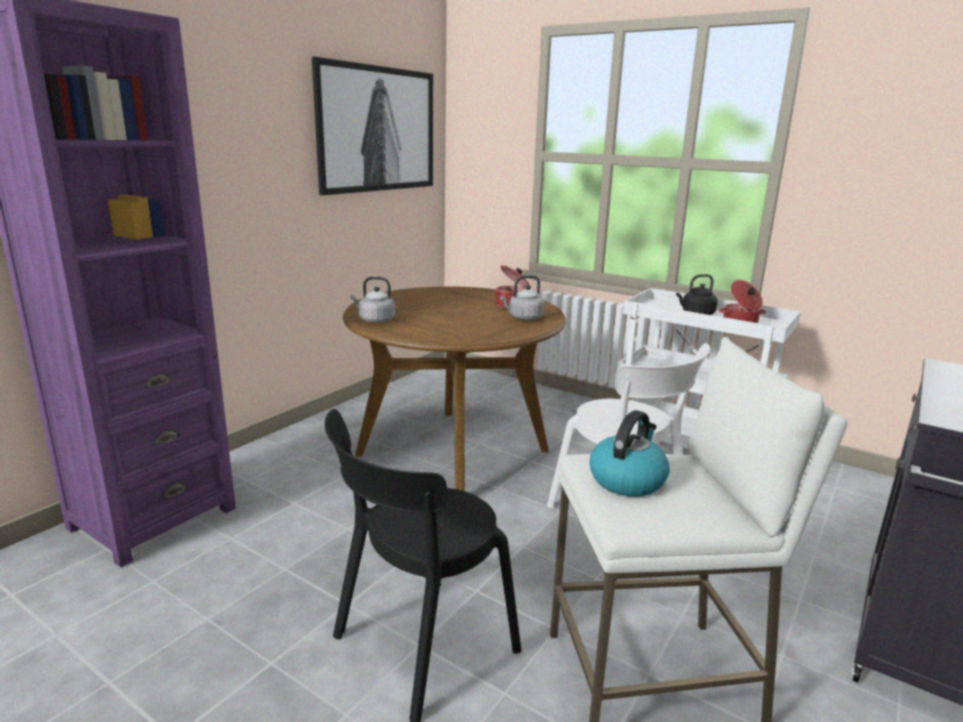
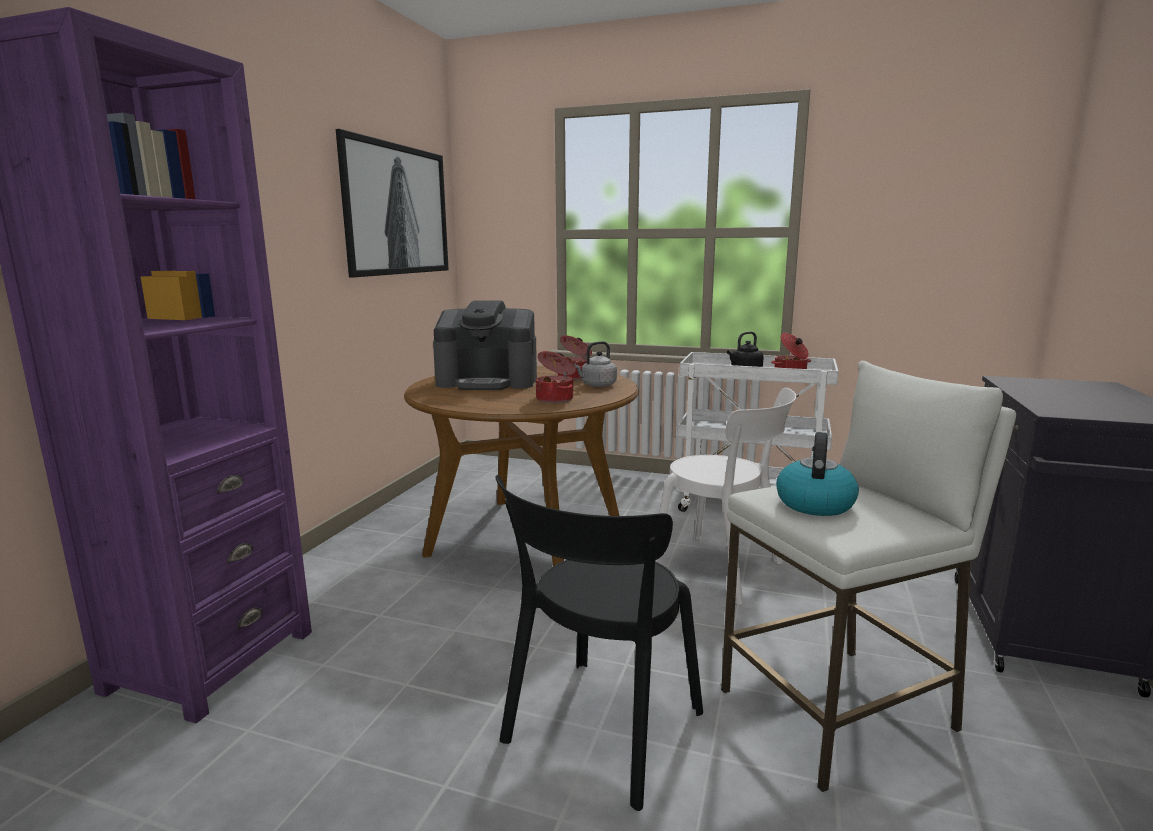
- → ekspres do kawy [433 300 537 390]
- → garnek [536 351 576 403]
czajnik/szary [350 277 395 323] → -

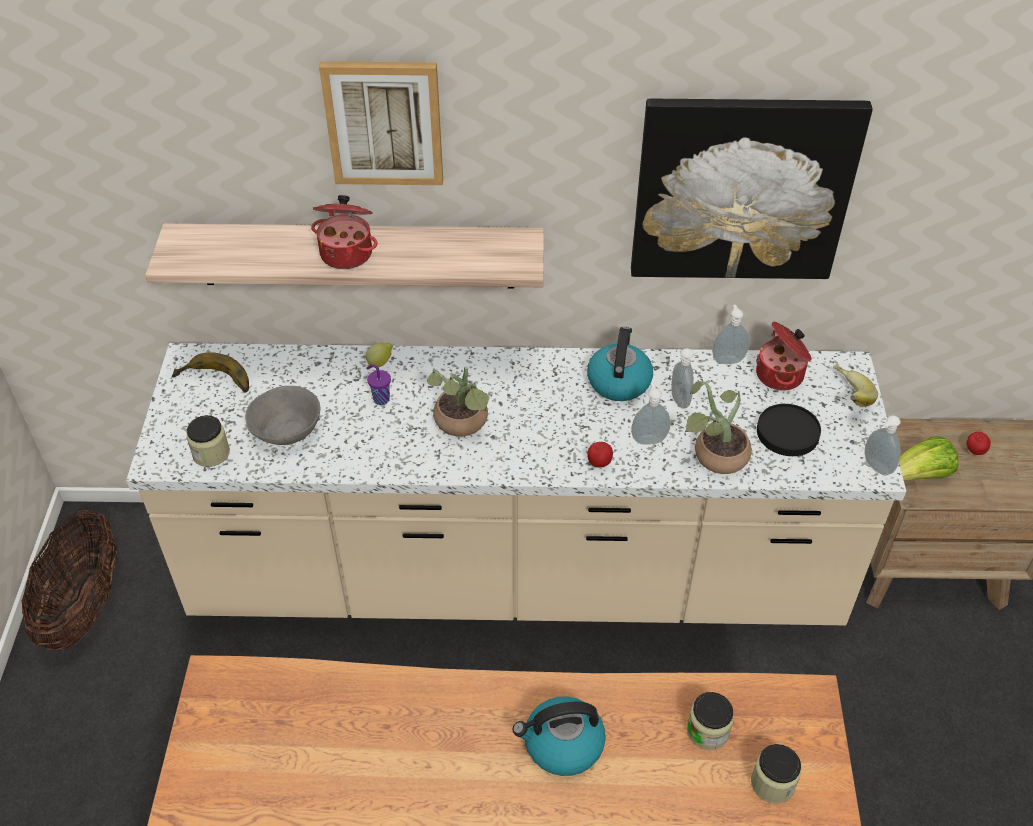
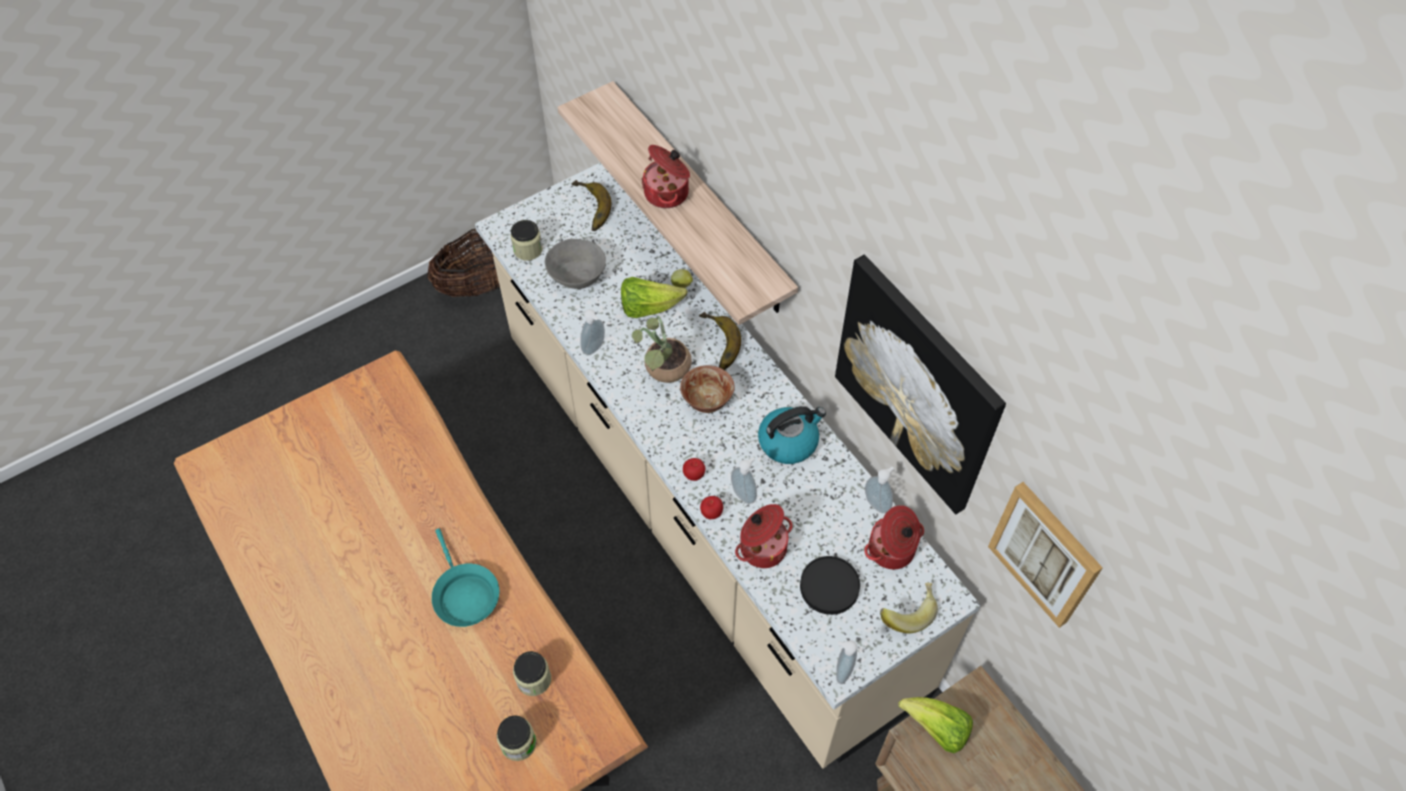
czajnik [513 697 606 776] → patelnia/turkusowy [432 529 499 627]
dozownik mydła [671 349 699 409] → dozownik mydła [580 309 605 355], shifted
filiżanka/fioletowy [366 365 391 405] → sałata [621 277 688 318]
- → miska [680 365 734 413]
- → banan [699 312 741 370]
jabłko [967 432 991 455] → jabłko [700 496 723 519], shifted
roślina doniczkowa [685 381 752 474] → garnek [735 504 792 568]
obraz [319 61 443 185] → obraz [988 482 1103 628], shifted

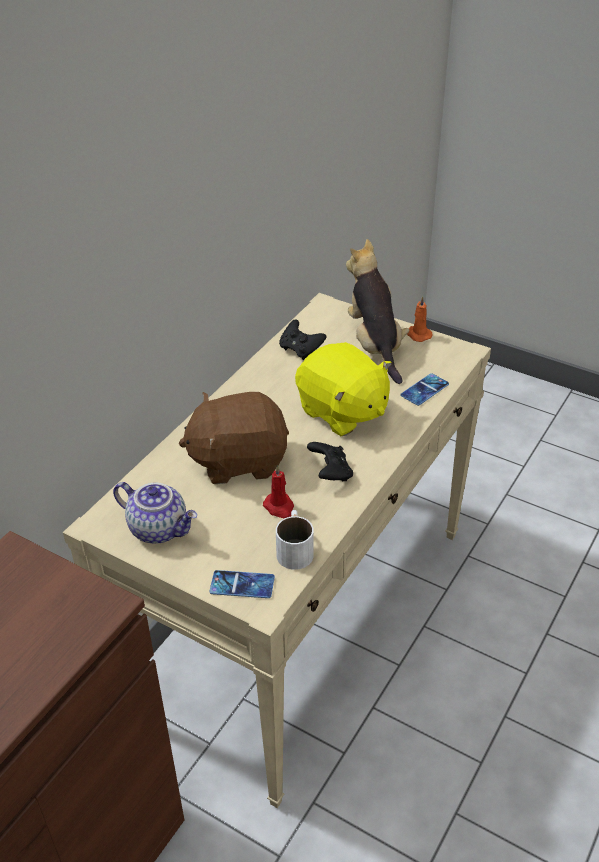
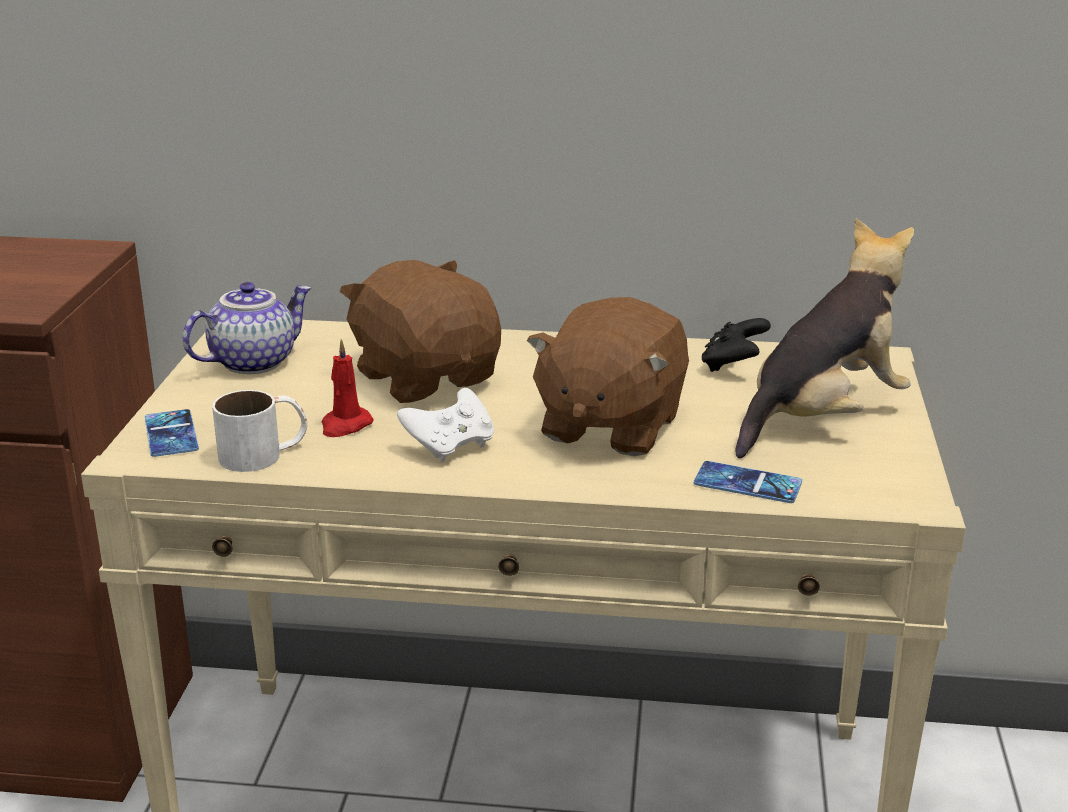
imbryk [113 482 197 544] → imbryk [183 282 312 374], 135 degrees counterclockwise
pad do gier/czarny [307 442 353 481] → pad do gier/biały [397 388 494 462]
pluszak/żółty [295 342 392 436] → pluszak/brązowy [527 297 689 456]
świeca/pomarańczowy [407 296 432 342] → -

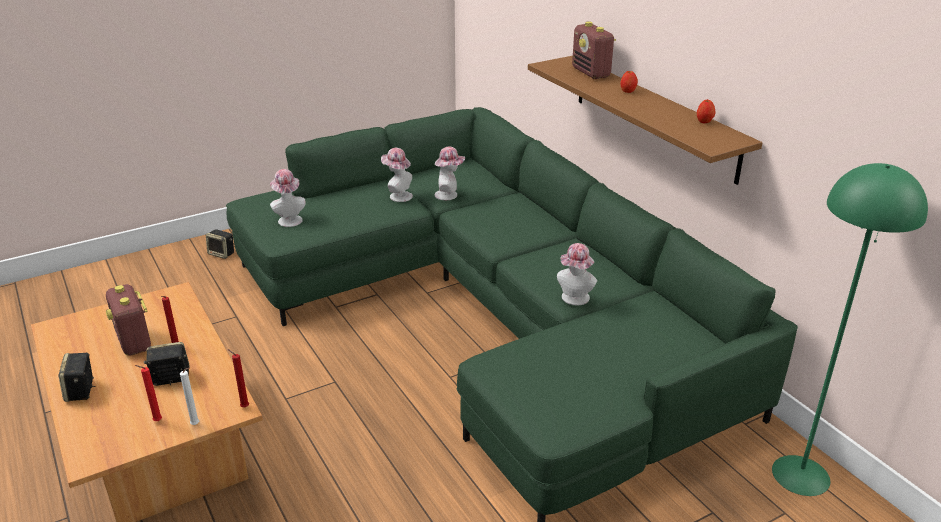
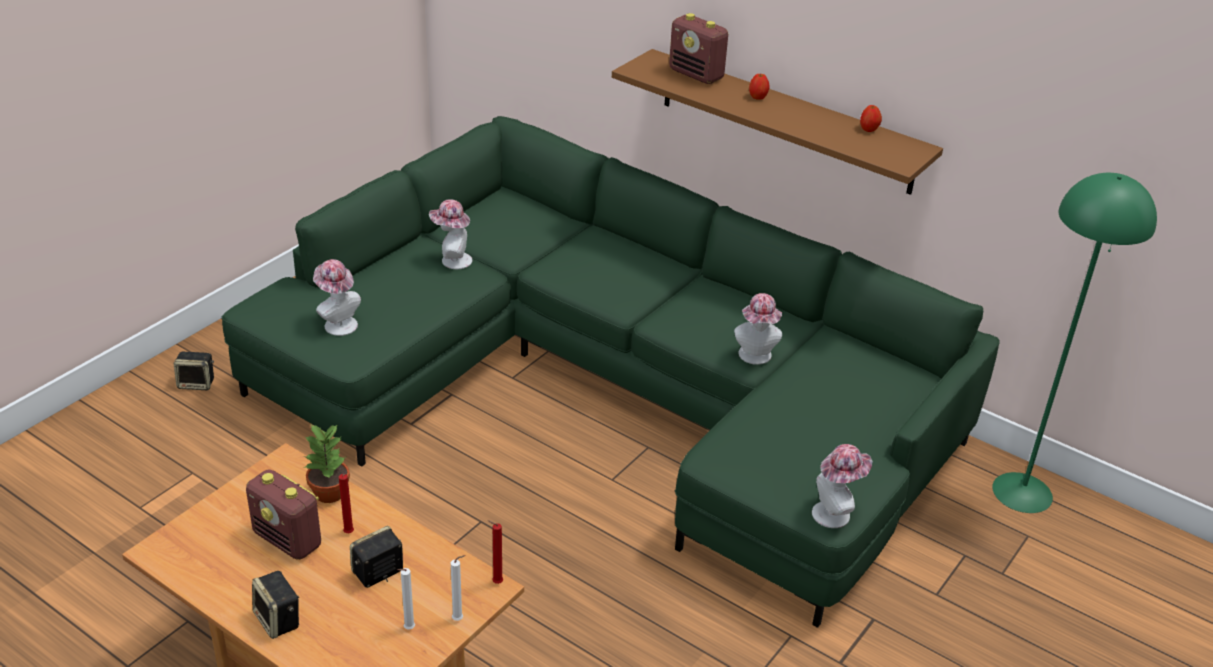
- → roślina doniczkowa [304 424 350 503]
świeca/czerwony [135 365 162 421] → świeca/biały [397 568 415 630]
kapelusz [435 147 465 200] → kapelusz [812 444 873 528], shifted

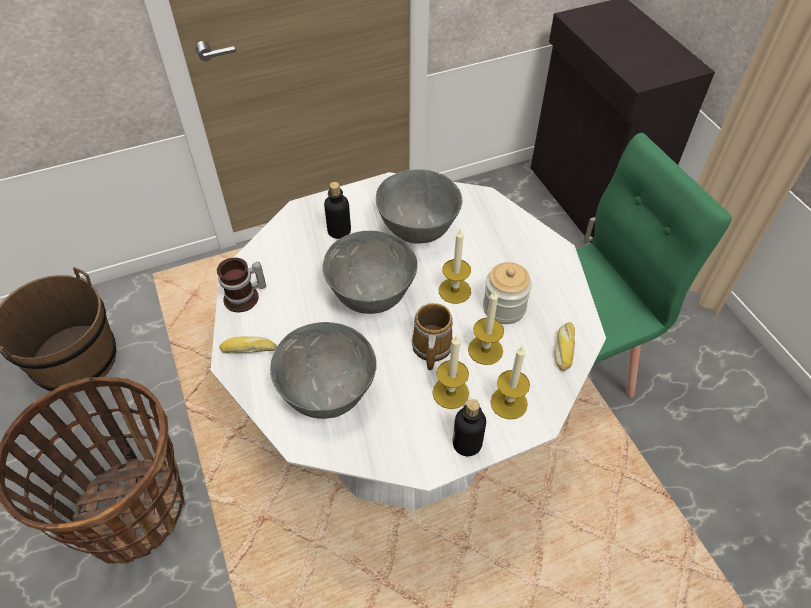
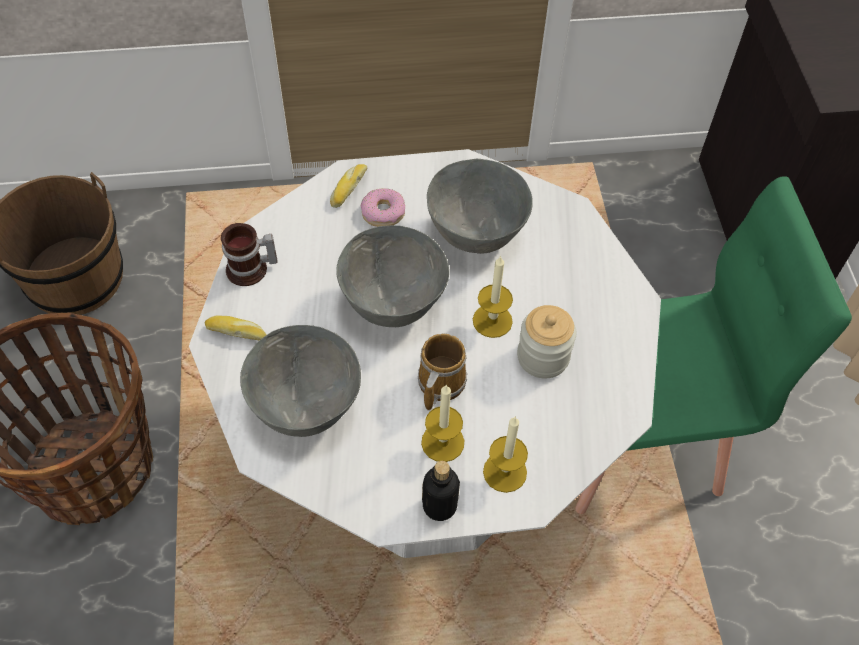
chleb [554 322 575 371] → chleb [330 164 367 208], shifted
butelka [324 182 351 239] → donut [361 188 405 227]
świeca [468 291 504 365] → -

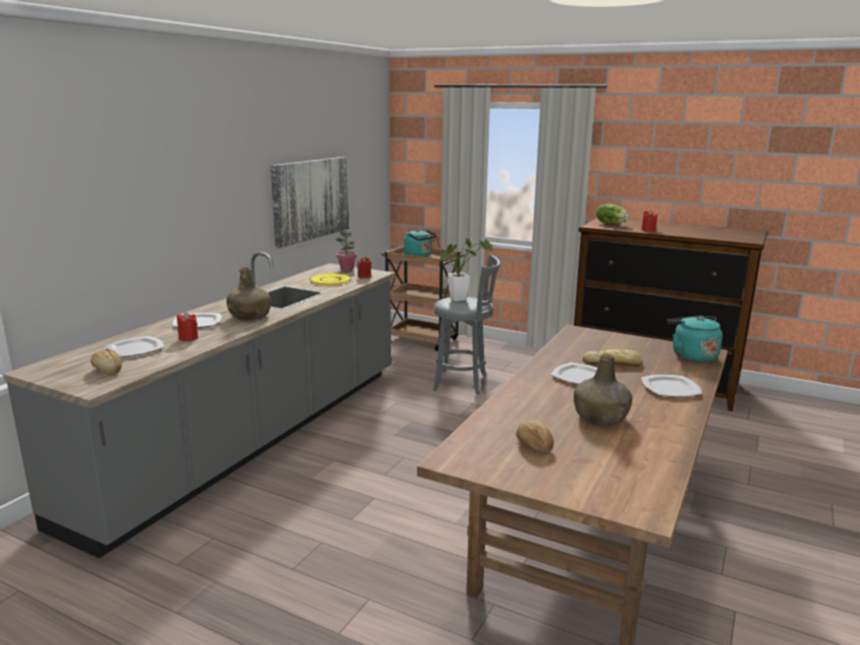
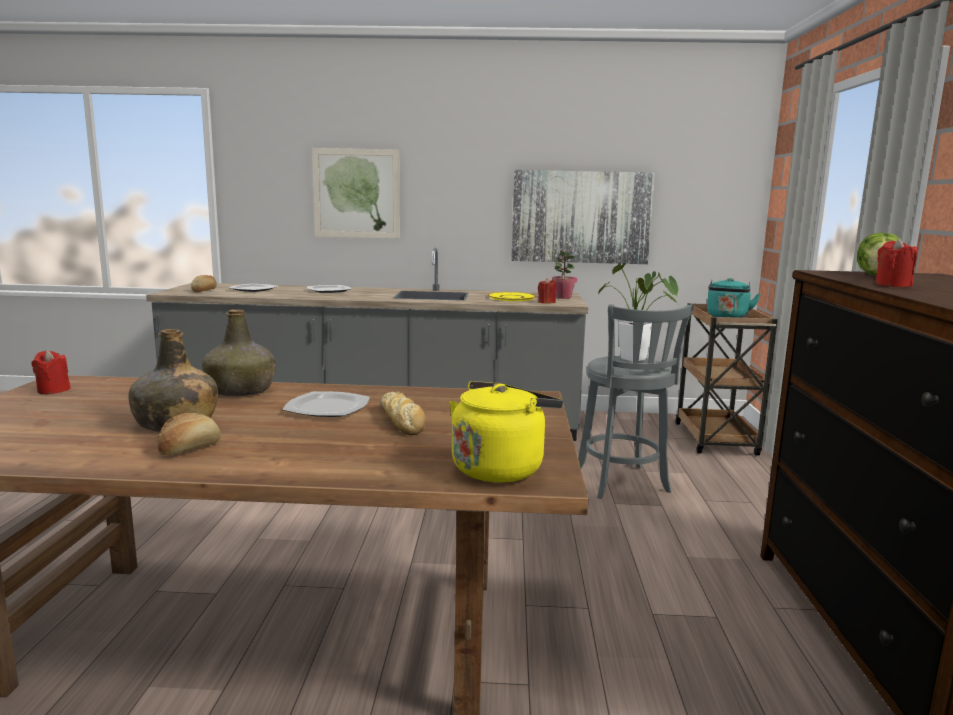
świeca/czerwony [177 312 198 341] → świeca/czerwony [31 350 71 394], shifted
chleb [516 421 554 452] → chleb [158 413 221 456], shifted
butelka/zielony [226 267 271 320] → butelka/zielony [202 309 276 396], shifted
- → obraz [312 148 400 239]
czajnik/turkusowy [667 316 723 363] → czajnik/żółty [450 381 563 483]
talerz [641 375 703 397] → -

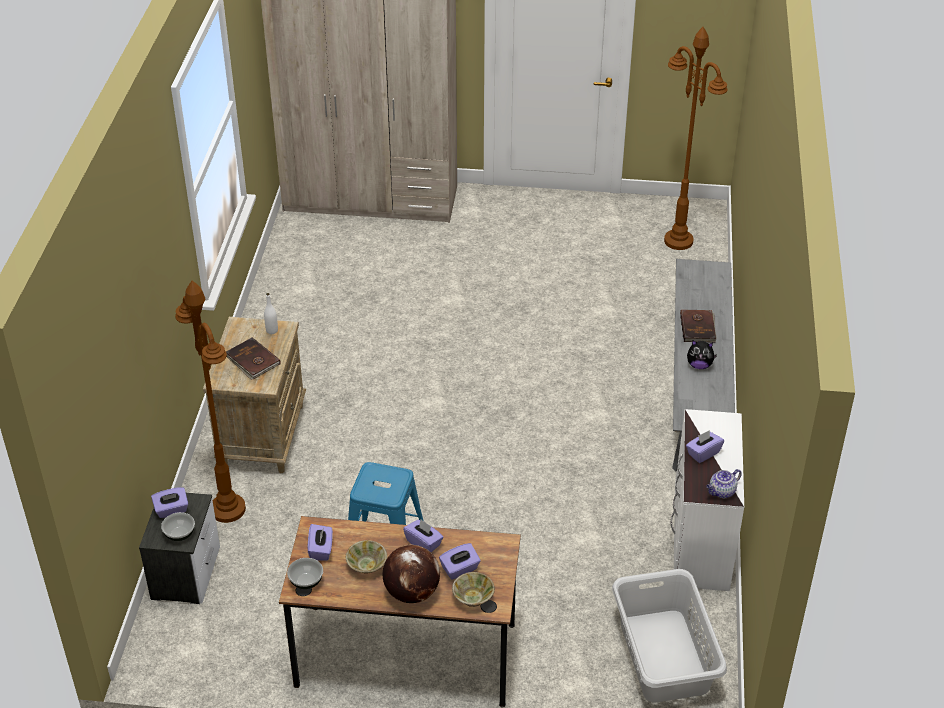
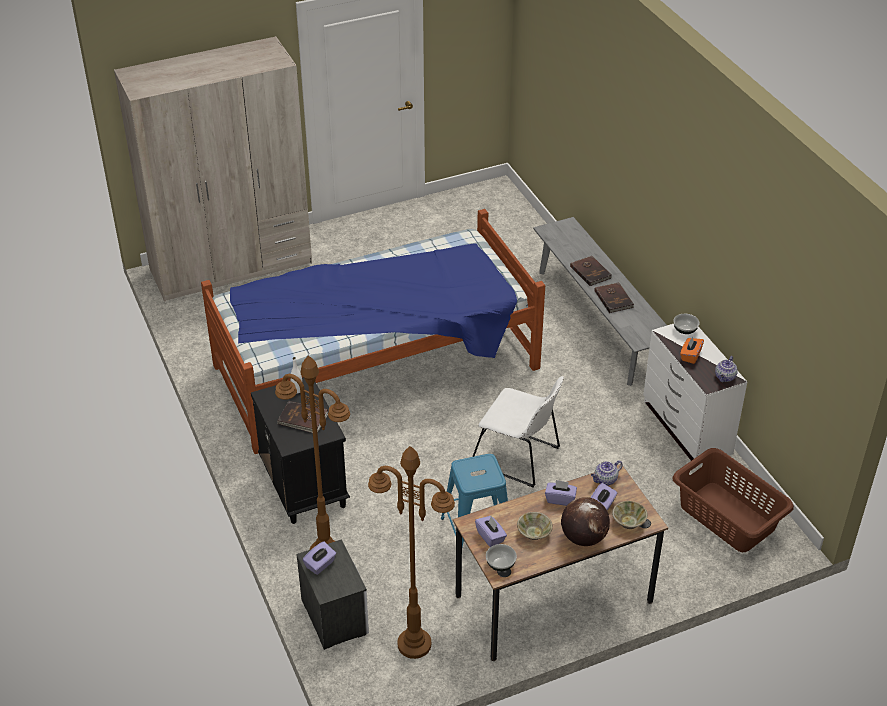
- → łóżko [201 209 545 454]
szafka nocna/beżowy [203 317 306 473] → szafka nocna/czarny [251 377 350 524]
lampa stojąca/brązowy [664 27 728 250] → lampa stojąca/brązowy [368 446 455 659], shifted
- → krzesło/biały [472 376 564 488]
- → imbryk [591 460 623 486]
pluszak [687 340 717 369] → książka/brązowy [595 282 634 313]
kosz na pranie/szary [612 569 727 702] → kosz na pranie/brązowy [672 448 794 552]
miska [161 512 195 541] → miska [673 314 699 334], shifted
pudełko chusteczek/fioletowy [686 430 724 463] → pudełko chusteczek/pomarańczowy [680 336 704 364]

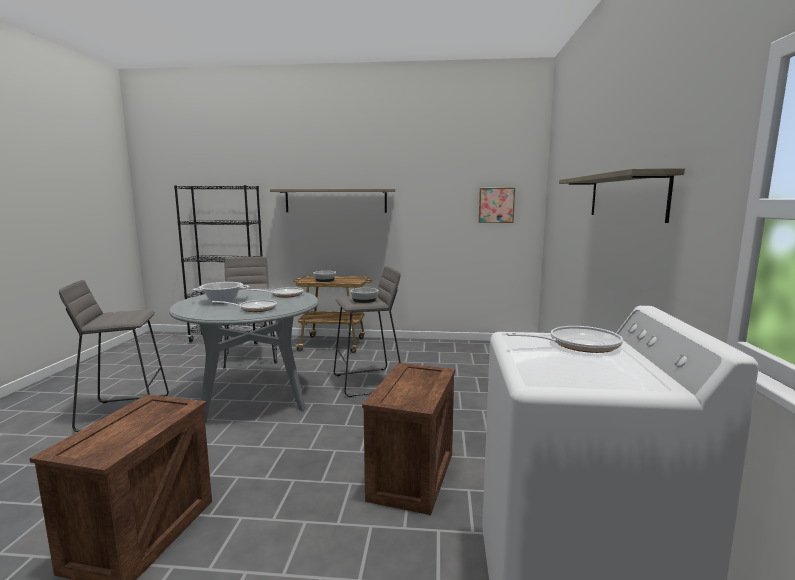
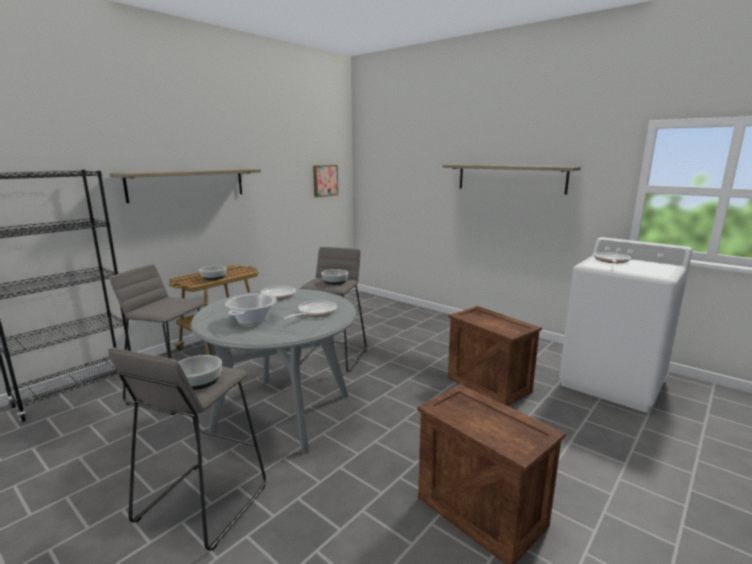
- → miska [178 355 222 390]

